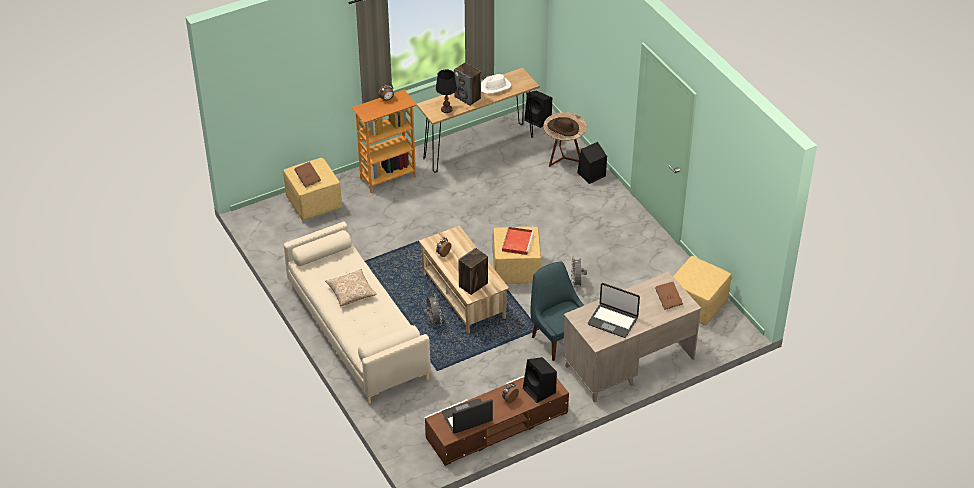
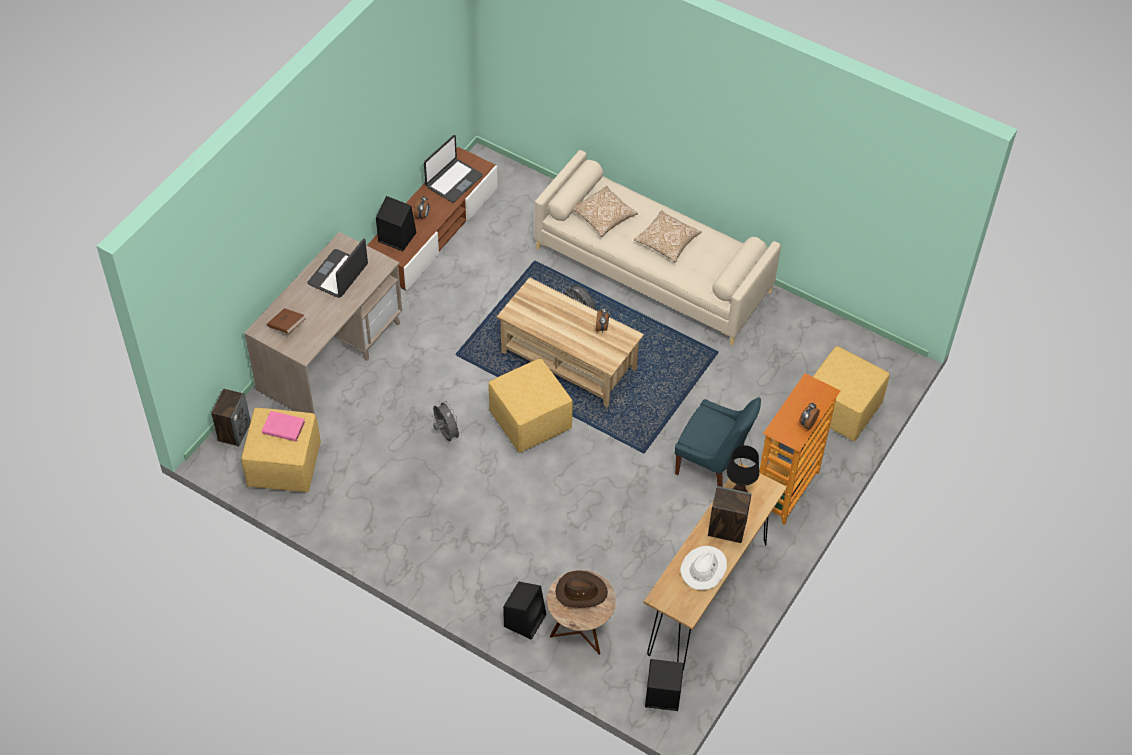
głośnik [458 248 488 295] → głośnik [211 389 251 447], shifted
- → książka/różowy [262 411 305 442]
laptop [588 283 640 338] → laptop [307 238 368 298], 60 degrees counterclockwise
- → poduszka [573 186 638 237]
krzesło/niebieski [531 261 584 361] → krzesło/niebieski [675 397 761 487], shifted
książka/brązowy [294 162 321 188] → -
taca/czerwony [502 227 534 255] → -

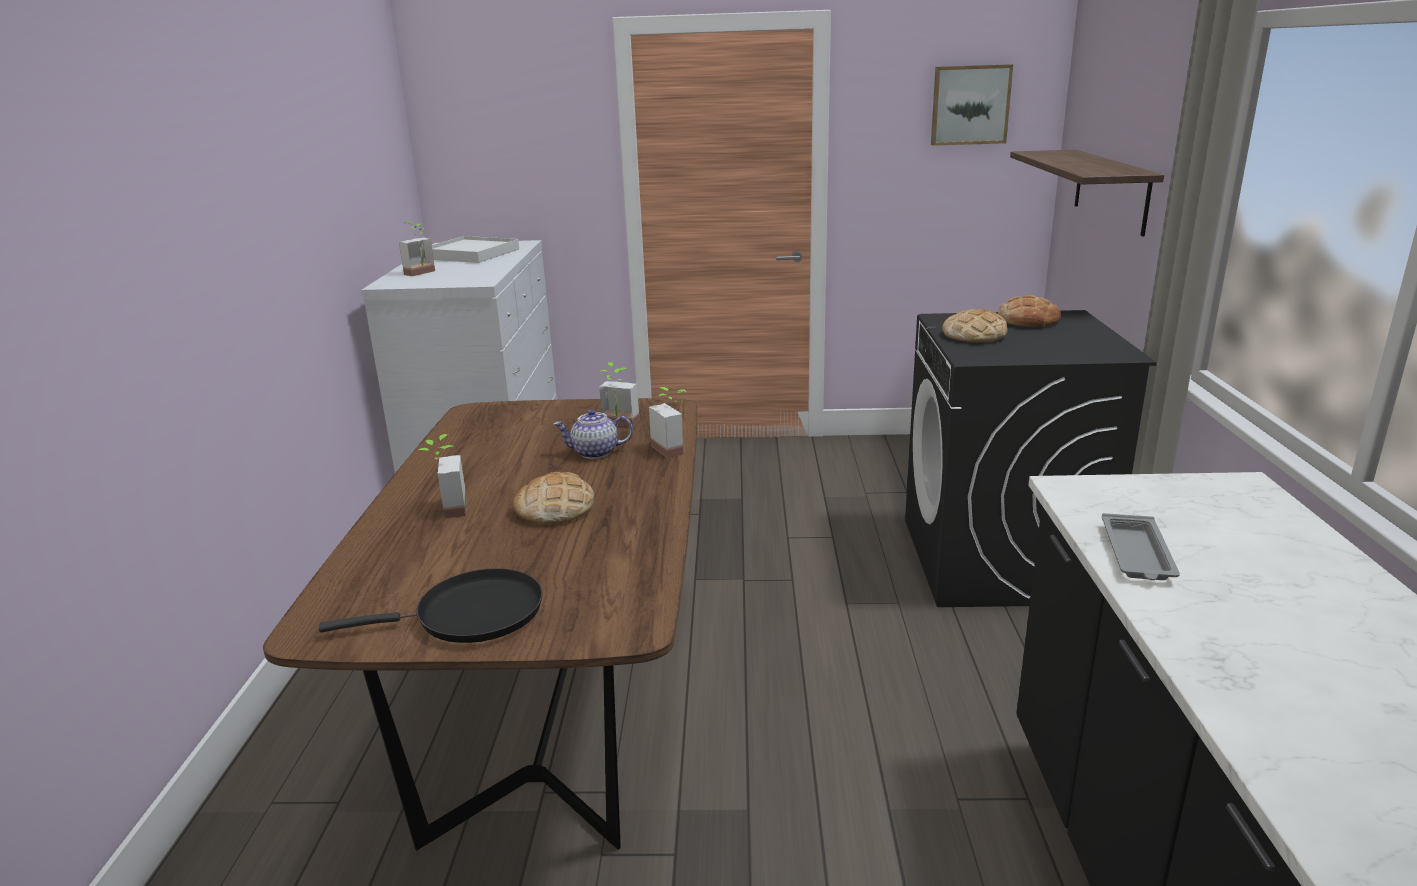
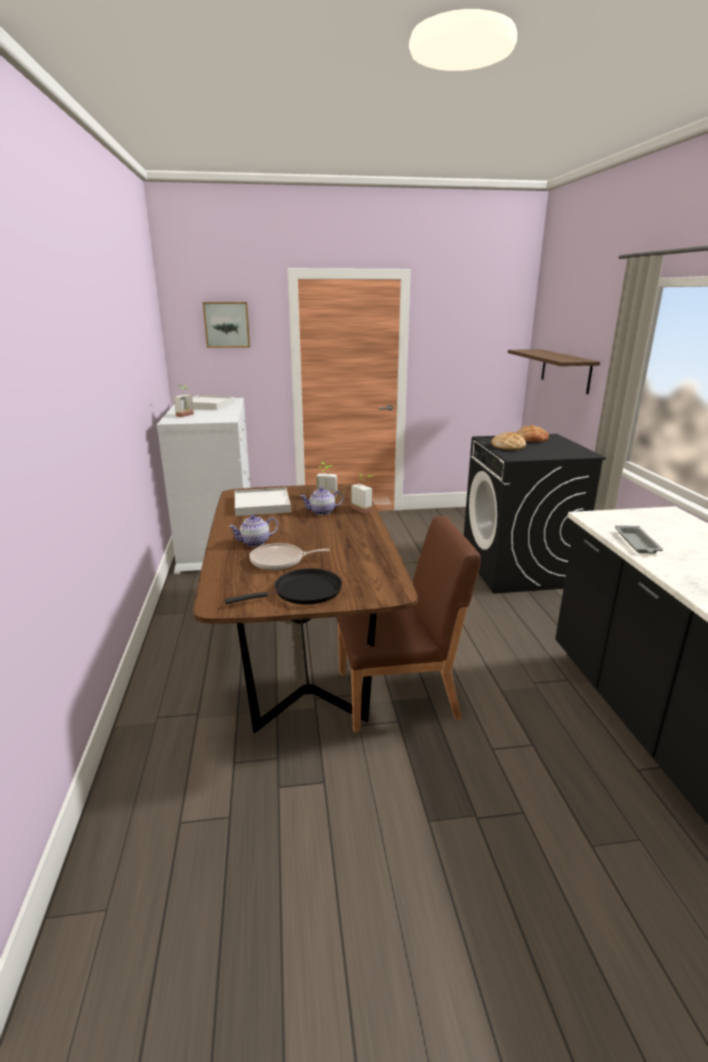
obraz [931 64 1013 146] → obraz [203 302 250 348], shifted
roślina doniczkowa [419 434 467 518] → imbryk [229 515 278 547]
- → taca/biały [235 487 291 516]
- → patelnia [249 543 329 570]
- → krzesło/brązowy [337 516 481 733]
chleb [512 472 594 524] → -

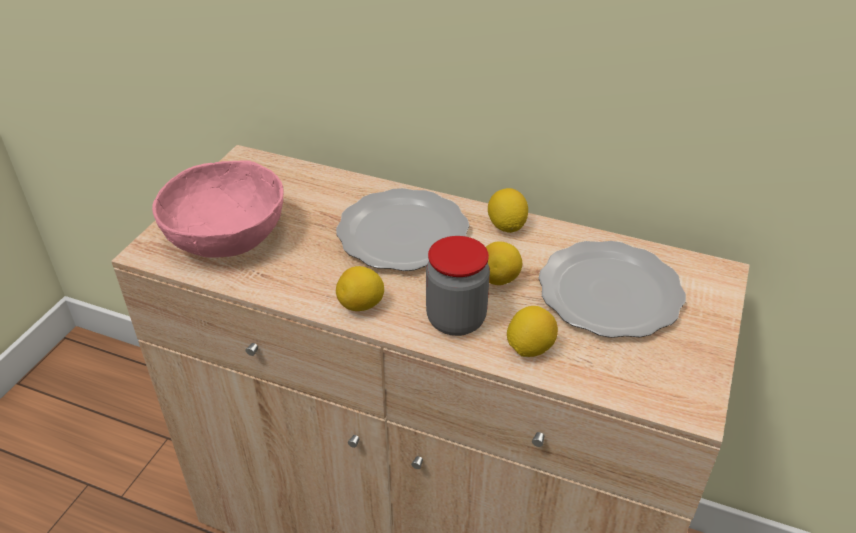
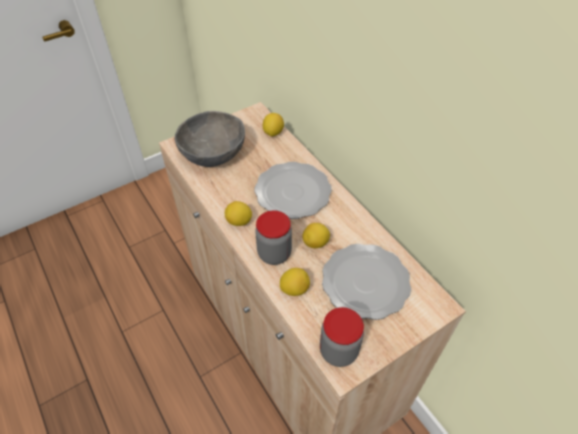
miska/różowy [152 161 284 258] → miska/szary [175 111 245 167]
cytryna [488 188 528 233] → cytryna [263 113 284 136], shifted
- → słoik [320 307 364 367]

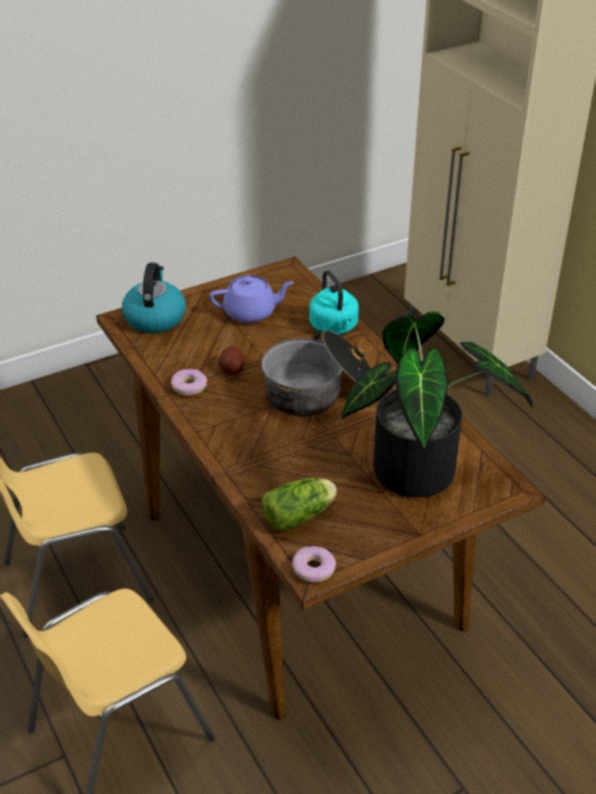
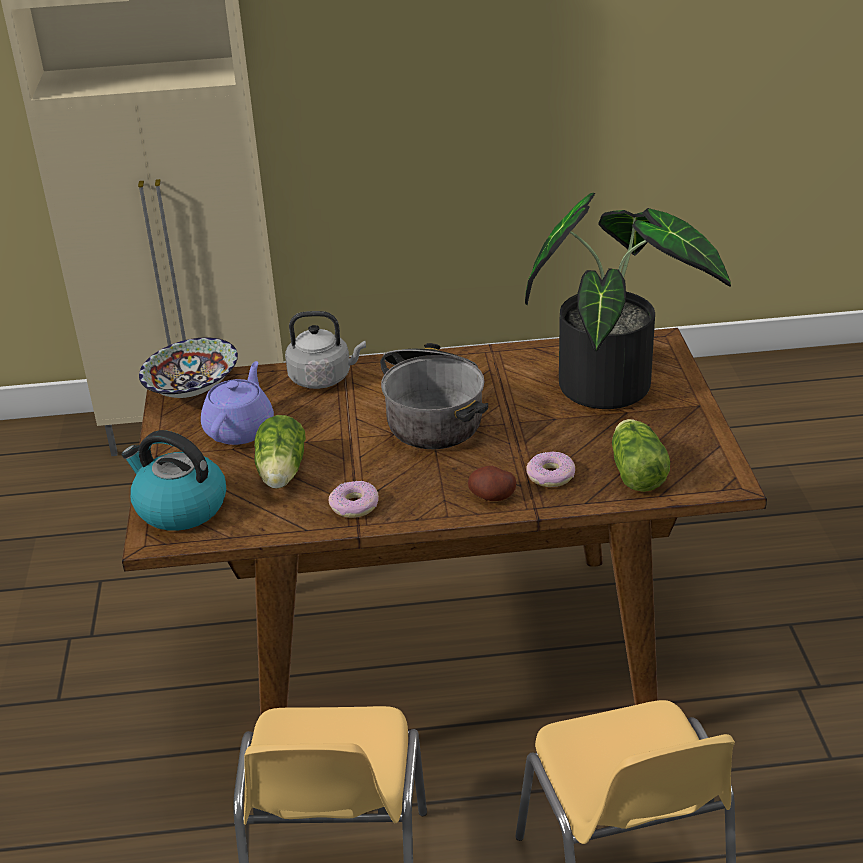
- → miska [139 338 238 398]
- → sałata [254 415 306 489]
czajnik/turkusowy [309 270 359 335] → czajnik/szary [285 311 366 389]
ziemniak [218 346 245 375] → ziemniak [468 466 516 501], shifted
donut [292 546 336 583] → donut [526 452 575 487], shifted

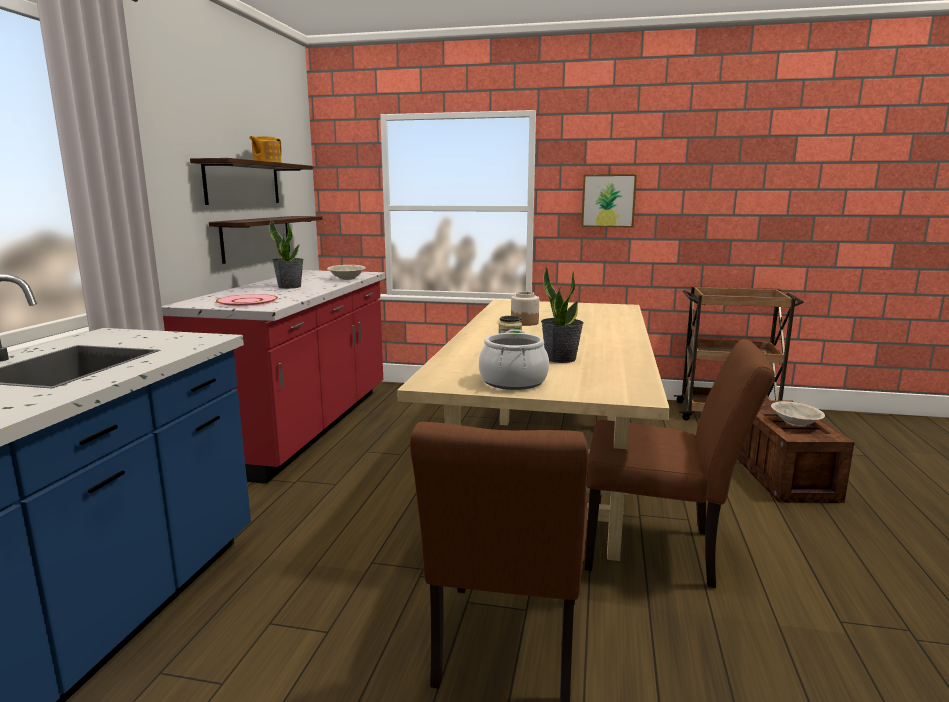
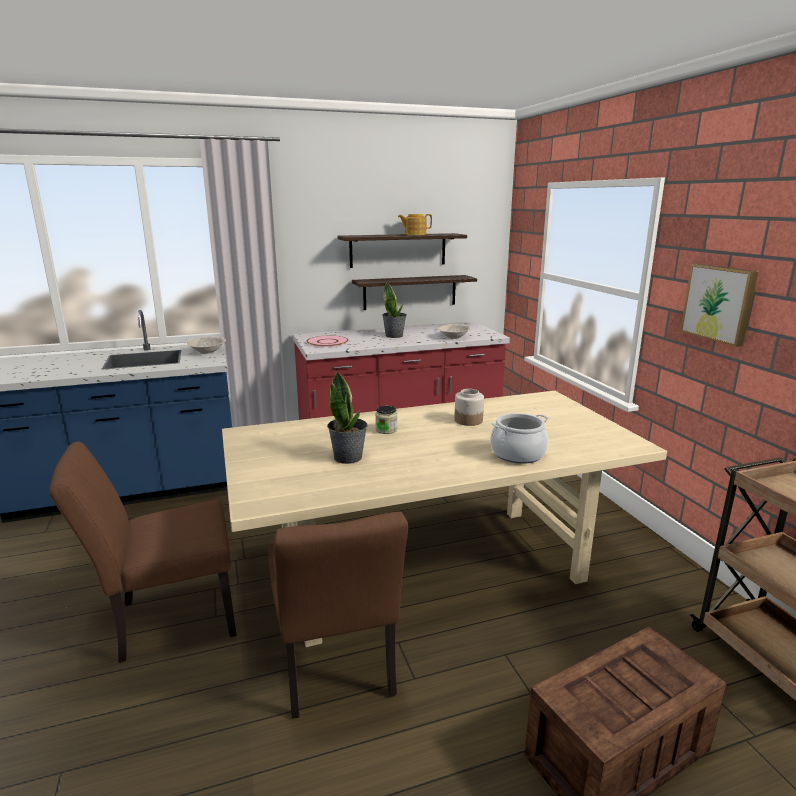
miska/beżowy [771 401 825 427] → miska/beżowy [187 336 226 354], shifted
garnek [479 329 549 390] → garnek [490 413 549 464], shifted

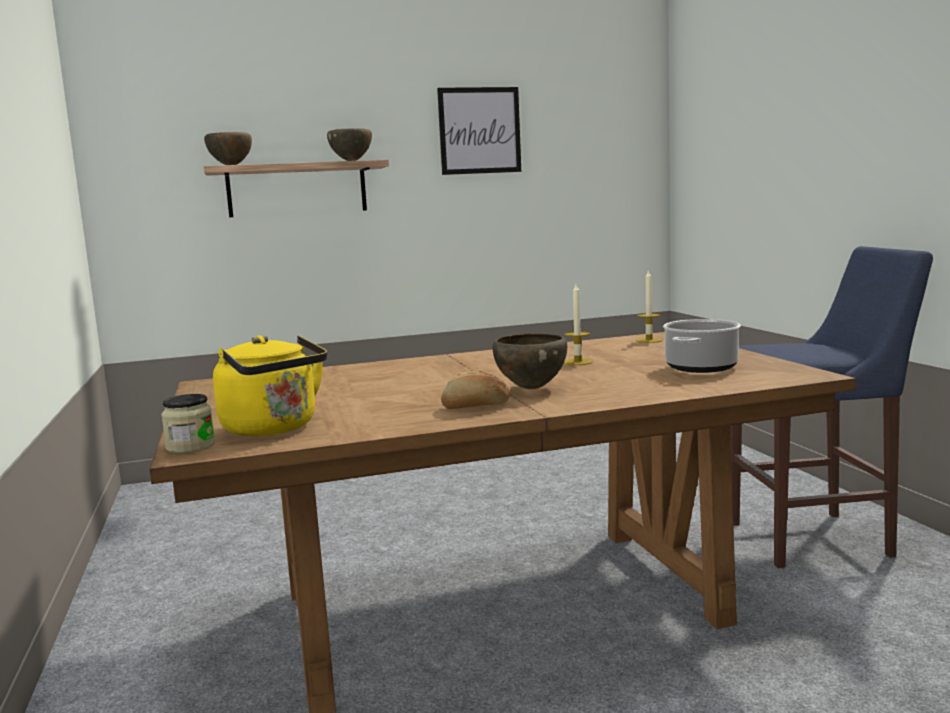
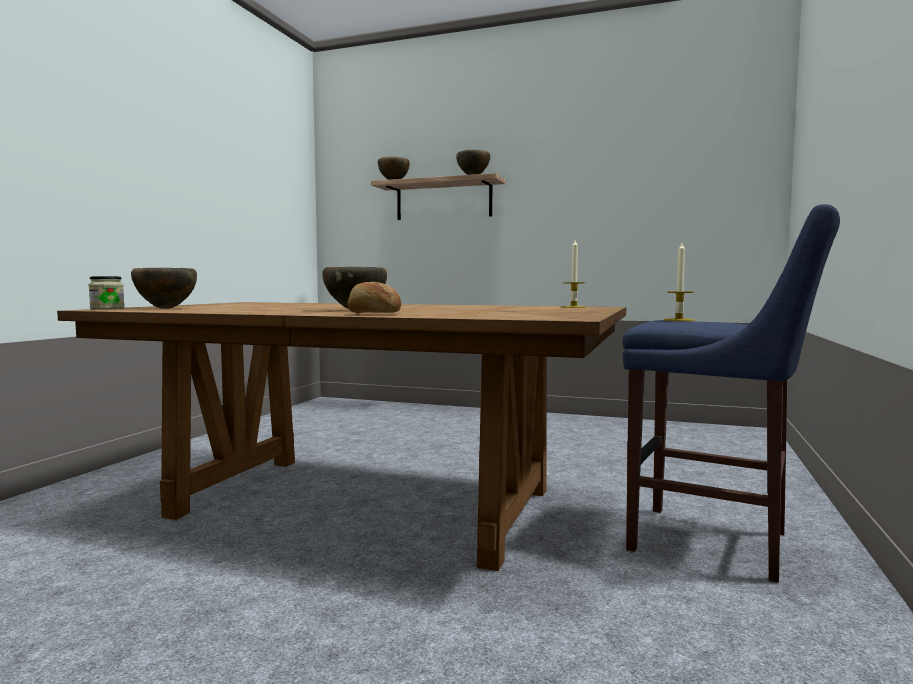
czajnik/żółty [213 335 327 436] → miska/brązowy [131 268 197 309]
chleb [441 370 510 409] → chleb [348 282 401 313], shifted
świeca [564 284 593 365] → świeca [664 243 695 321], shifted
obraz [437 87 521 175] → -
garnek [663 319 741 373] → -

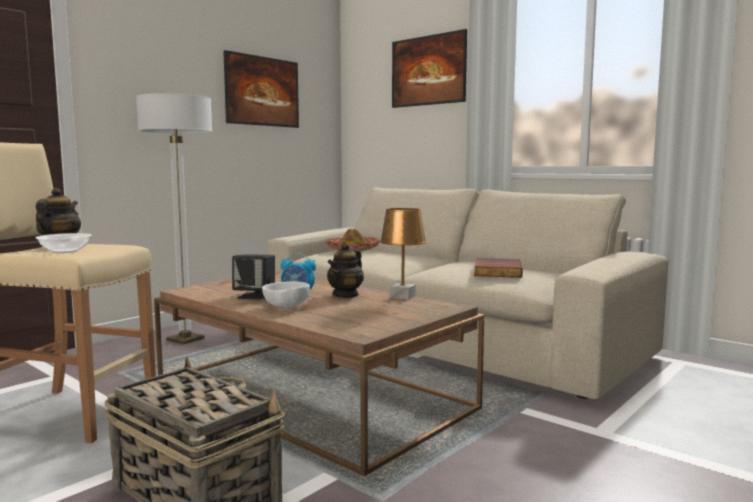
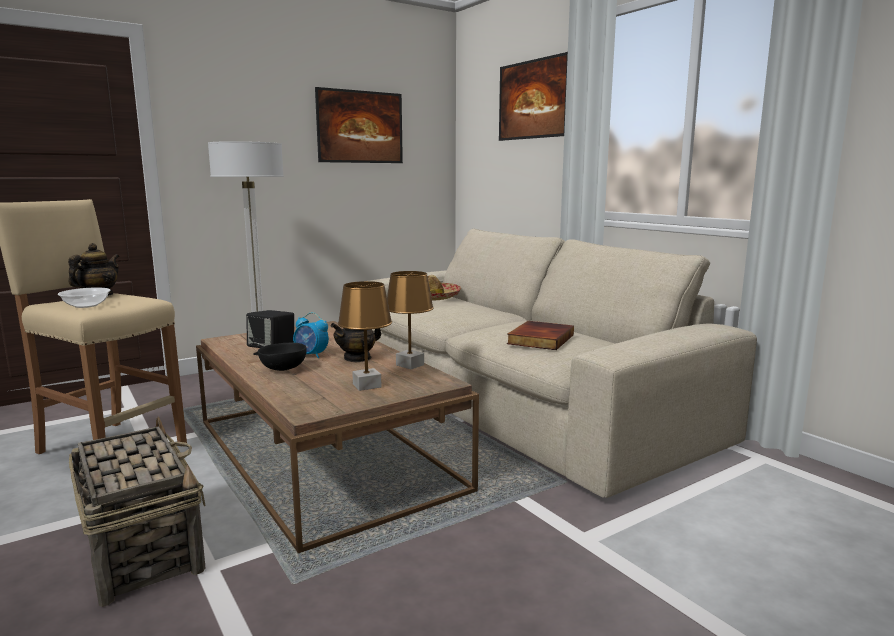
miska/biały [262 281 310 308] → miska/czarny [258 343 307 371]
- → lampa stołowa/brązowy [338 281 392 391]

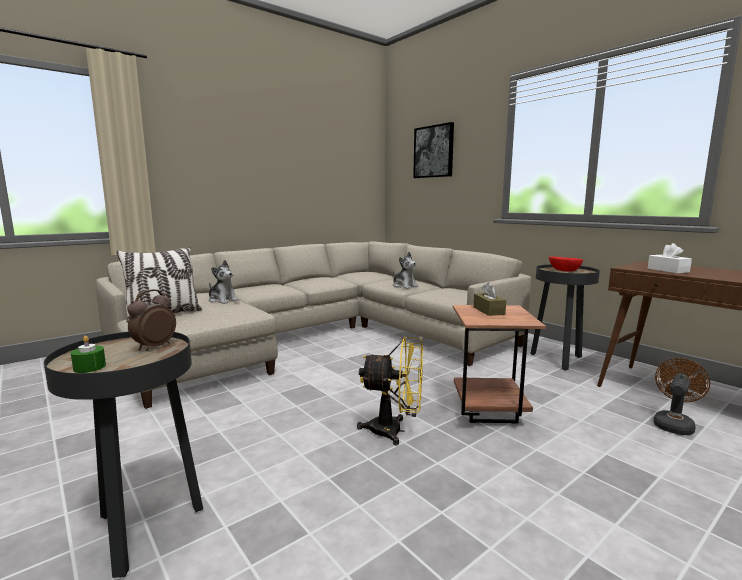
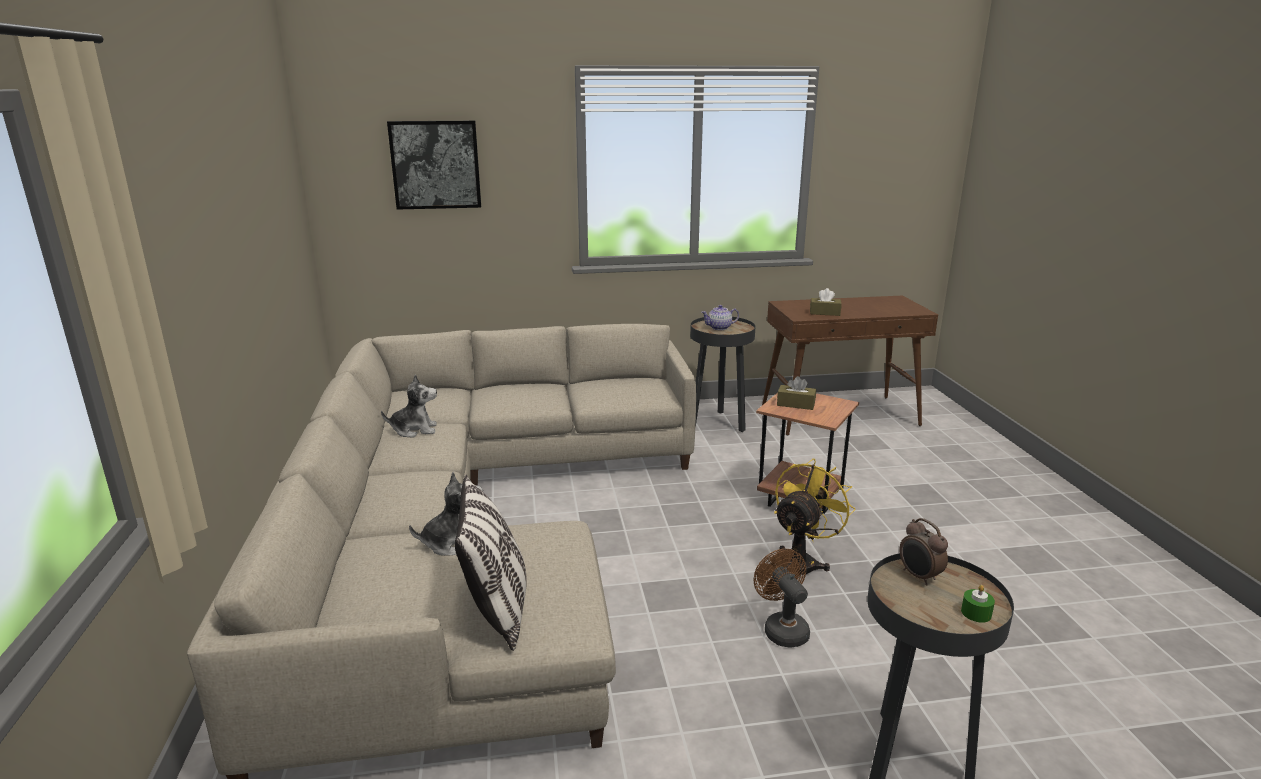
pluszak [393 252 419 289] → pluszak [381 374 437 438], shifted
miska/czerwony [549 257 583 272] → imbryk [701 305 739 330]
wentylator/brązowy [653 358 710 435] → wentylator/brązowy [754 549 810 648], shifted
pudełko chusteczek/biały [648 243 692 273] → pudełko chusteczek/brązowy [810 288 842 316]

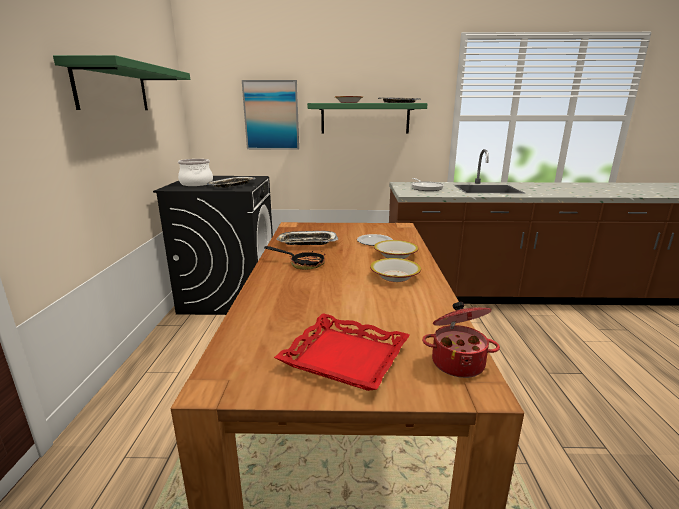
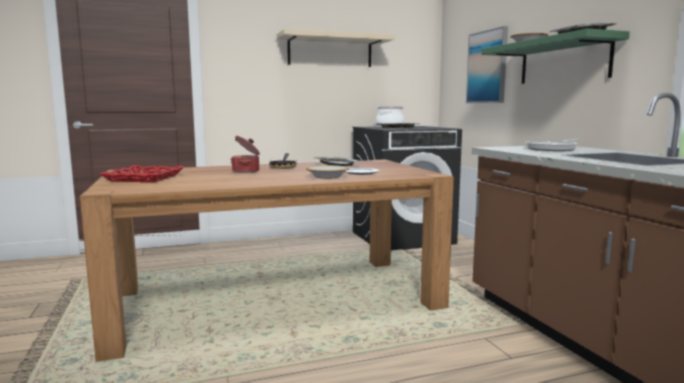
garnek [422 302 500 378] → garnek [231 136 260 173], shifted
półka/zielony [53 55 190 110] → półka/beżowy [277 29 395 67]
miska [370 258 421 282] → -

